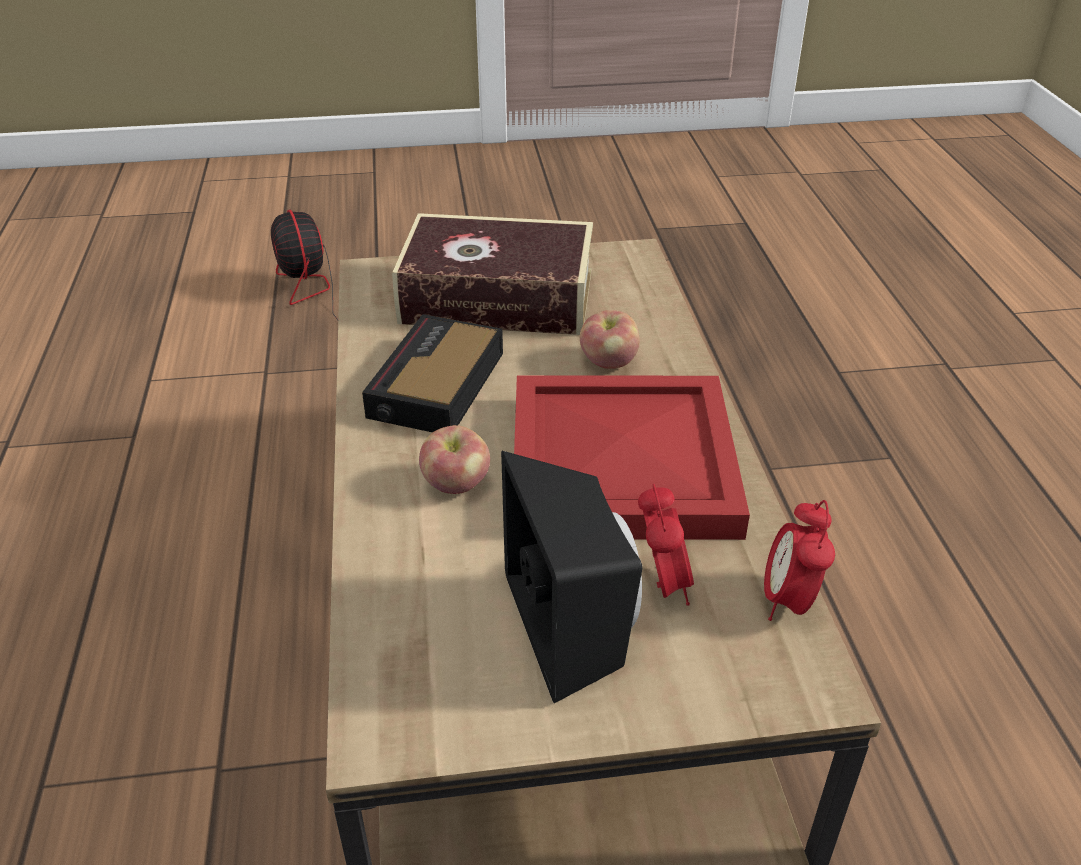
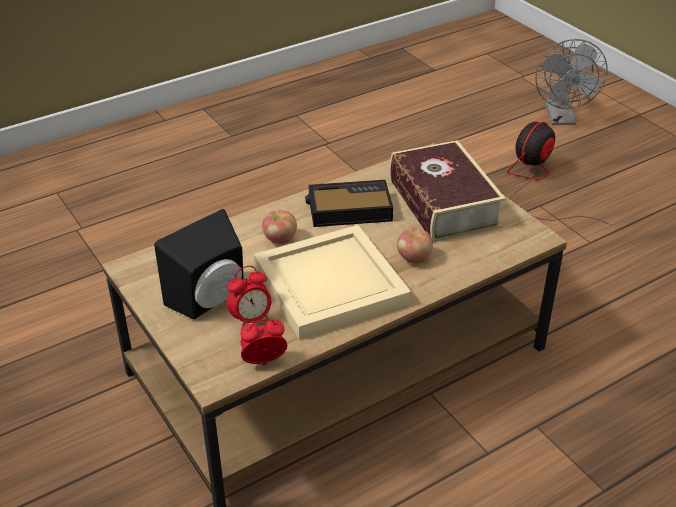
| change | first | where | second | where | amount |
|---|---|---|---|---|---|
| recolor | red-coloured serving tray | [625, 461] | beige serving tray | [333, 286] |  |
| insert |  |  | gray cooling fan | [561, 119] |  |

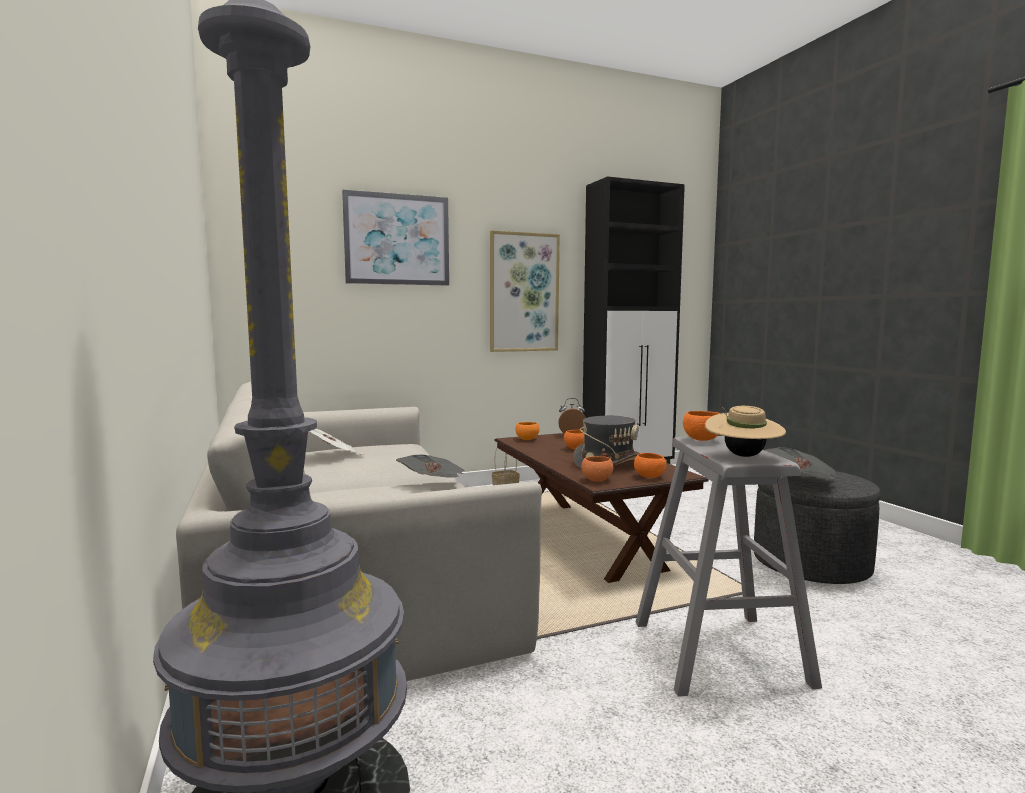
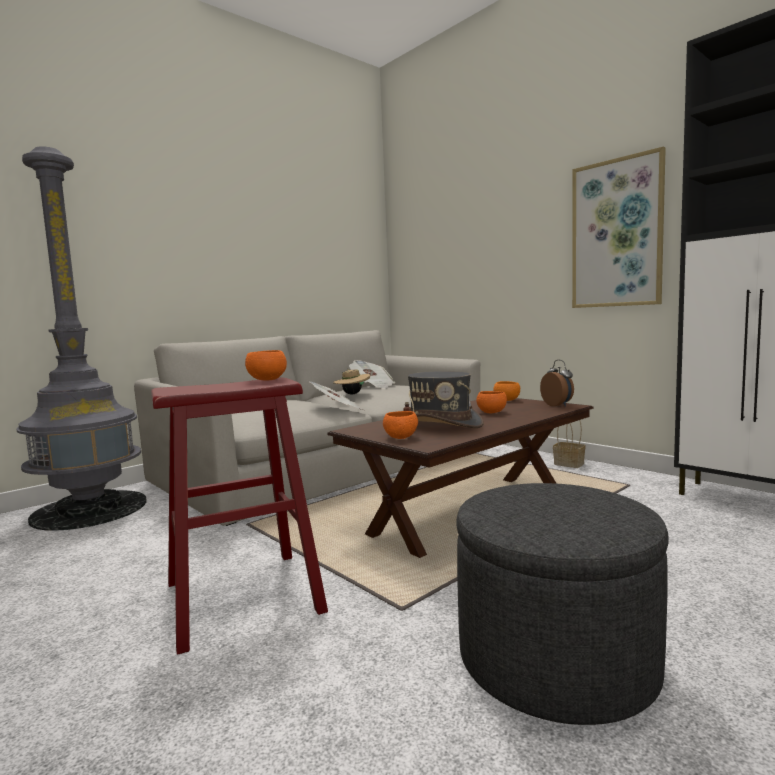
| change | first | where | second | where | amount |
|---|---|---|---|---|---|
| delete | wall art | [397, 239] |  |  |  |
| delete | orange-coloured serving bowl | [597, 480] |  |  |  |
| recolor | gray sitting stool | [719, 652] | red-coloured sitting stool | [242, 596] |  |
| move | beige clothing hat | [742, 456] |  | [352, 394] |  |
| delete | newspaper | [802, 482] |  |  |  |

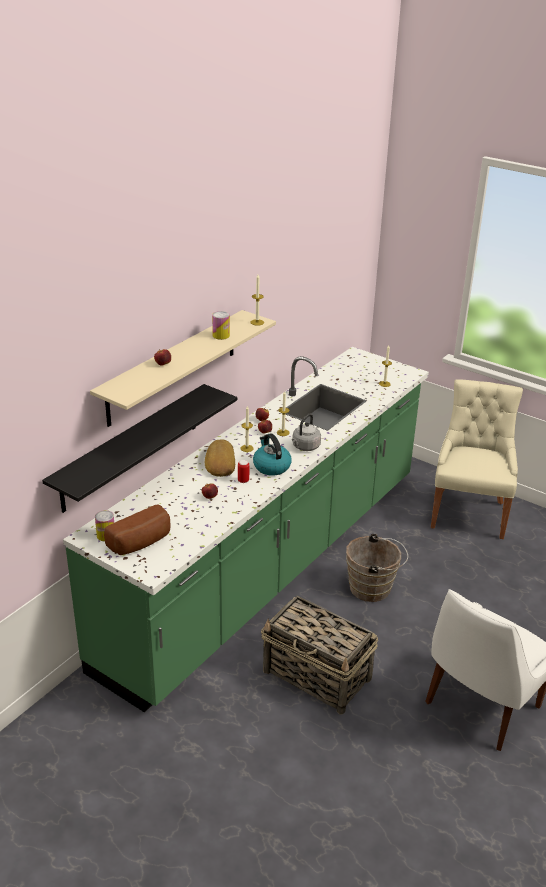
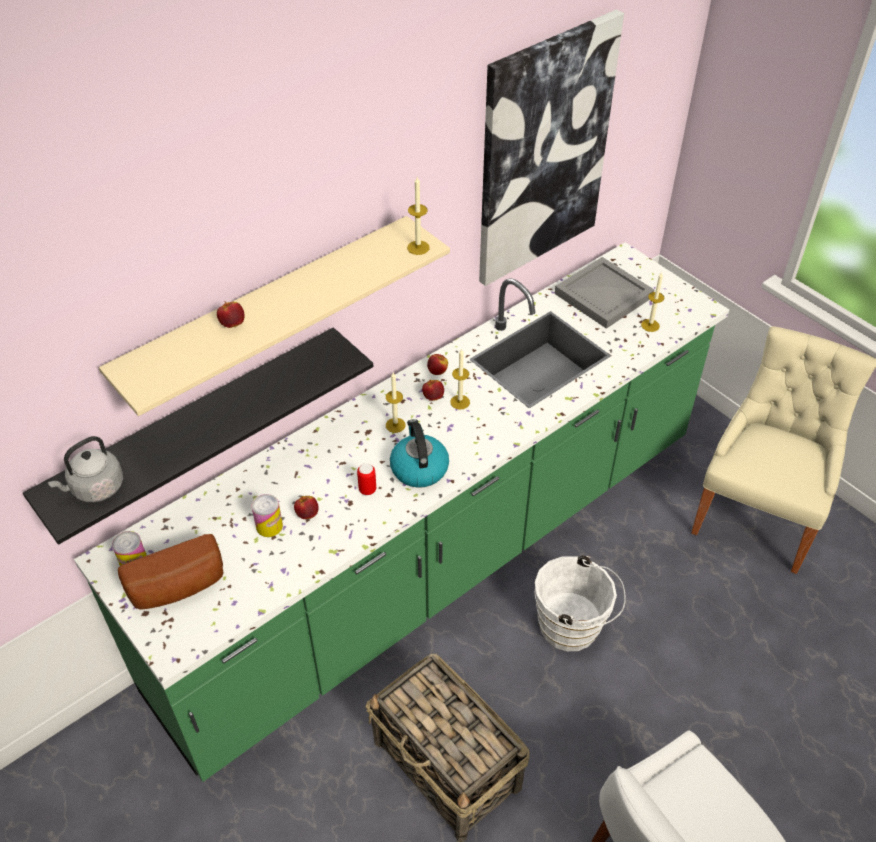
| change | first | where | second | where | amount |
|---|---|---|---|---|---|
| delete | bread | [219, 462] |  |  |  |
| move | can | [221, 335] |  | [269, 526] |  |
| move | gray tea kettle | [305, 447] |  | [95, 488] |  |
| recolor | brownish pail | [373, 588] | white pail | [573, 627] |  |
| insert |  |  | wall art | [543, 152] |  |
| insert |  |  | gray serving tray | [603, 296] |  |

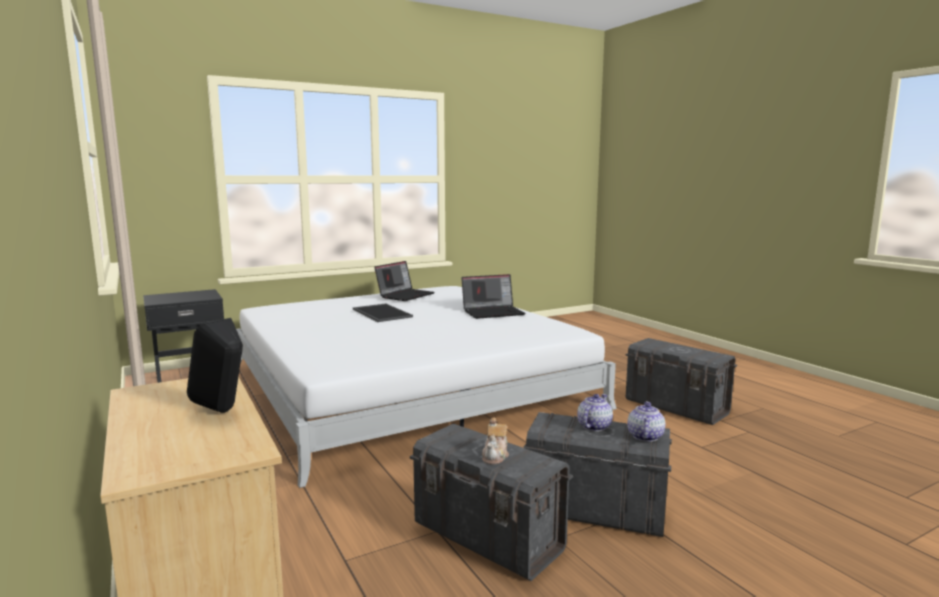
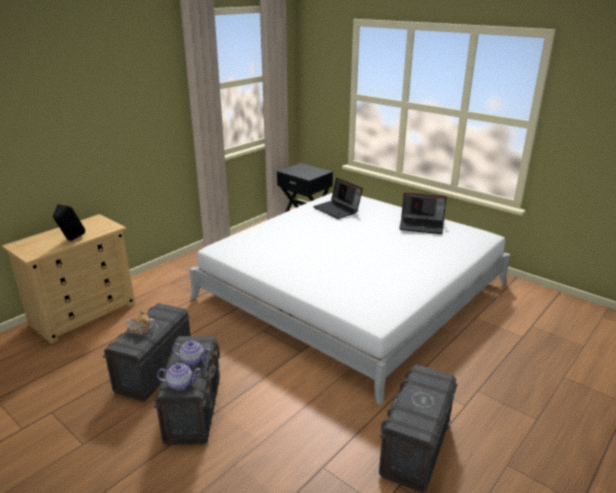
| change | first | where | second | where | amount |
|---|---|---|---|---|---|
| delete | serving tray | [380, 313] |  |  |  |
| move | laptop | [493, 312] |  | [337, 209] |  |

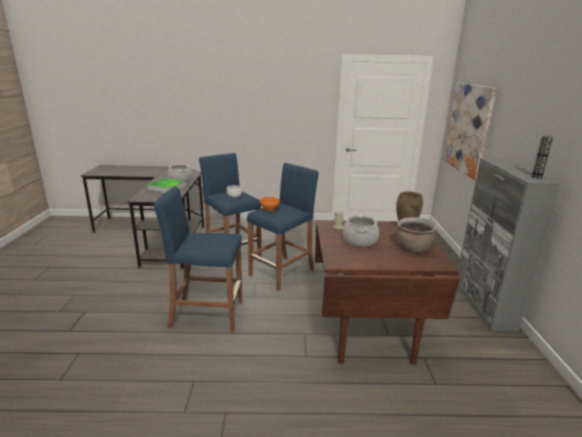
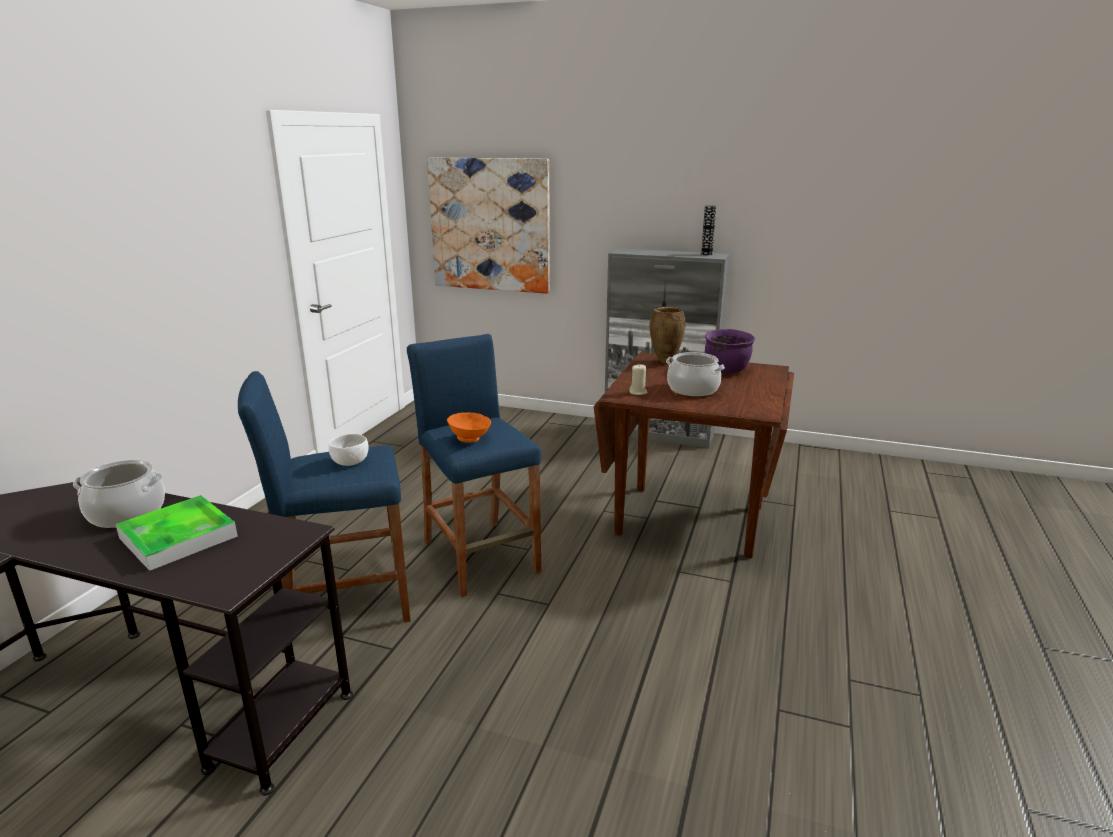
| change | first | where | second | where | amount |
|---|---|---|---|---|---|
| delete | bluish sitting stool | [207, 314] |  |  |  |
| recolor | brownish stockpot | [413, 248] | purplish stockpot | [727, 370] |  |

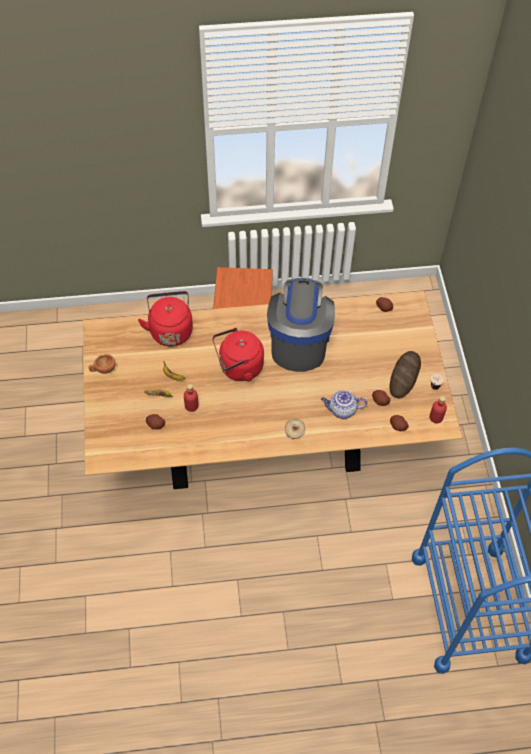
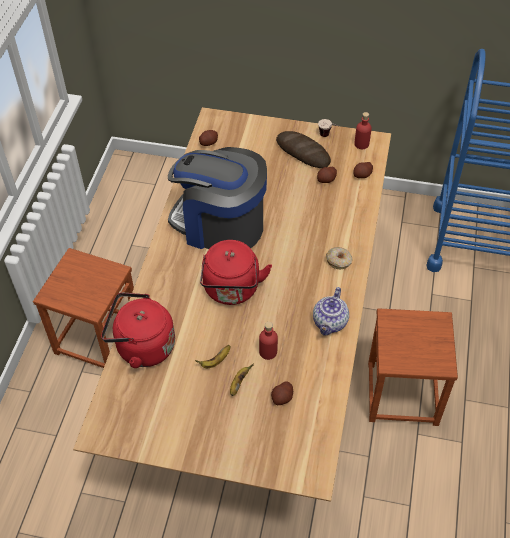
| change | first | where | second | where | amount |
|---|---|---|---|---|---|
| delete | brownish cup | [103, 370] |  |  |  |
| move | tea pot | [342, 410] |  | [330, 323] |  |
| insert |  |  | brownish sitting stool | [403, 393] |  |

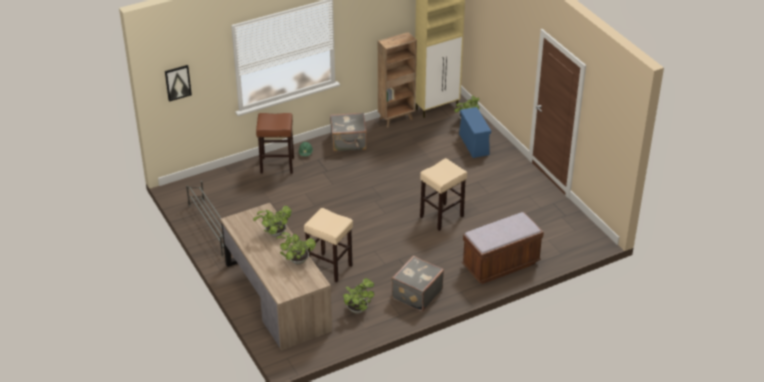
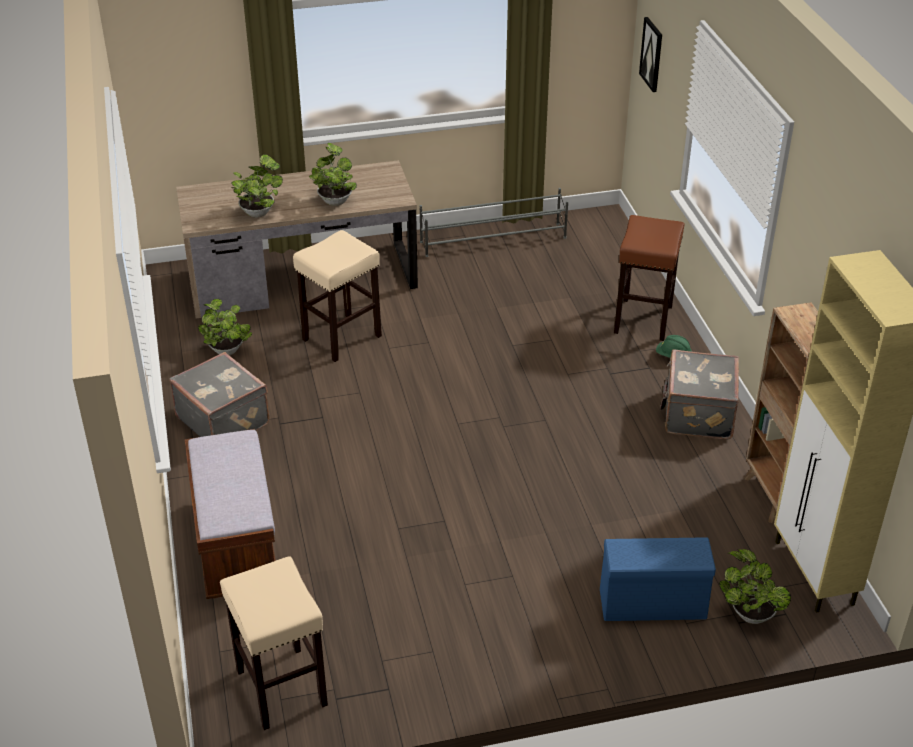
| change | first | where | second | where | amount |
|---|---|---|---|---|---|
| move | beige sitting stool | [442, 216] |  | [282, 688] |  |

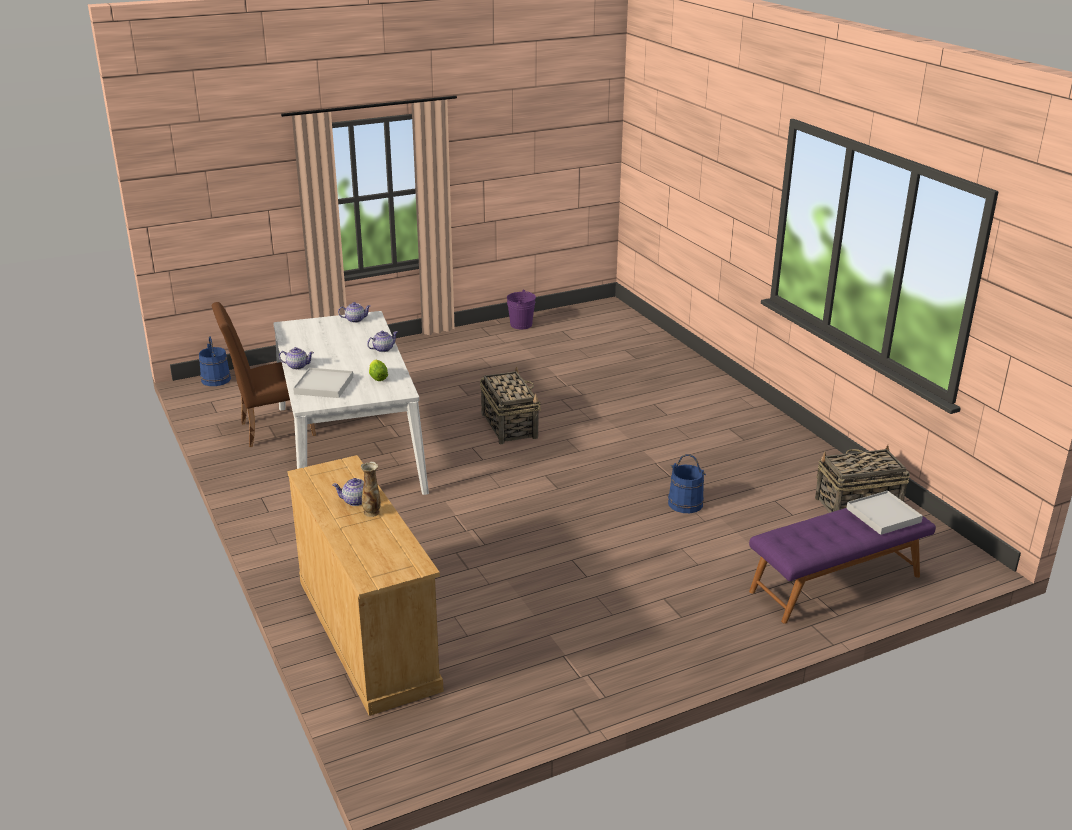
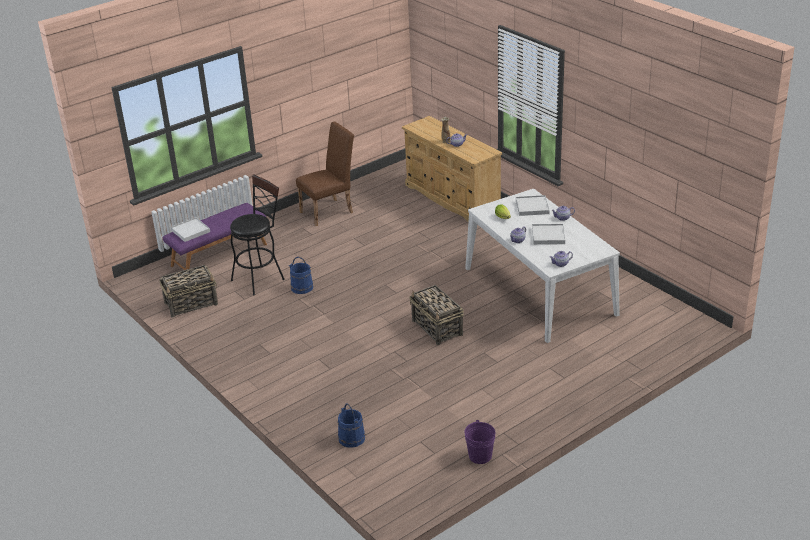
| change | first | where | second | where | amount |
|---|---|---|---|---|---|
| move | bluish pail | [216, 379] |  | [351, 438] |  |
| move | brownish plain chair | [271, 429] |  | [330, 211] |  |
| insert |  |  | black-coloured sitting stool | [261, 278] |  |
| insert |  |  | white serving tray | [548, 236] |  |

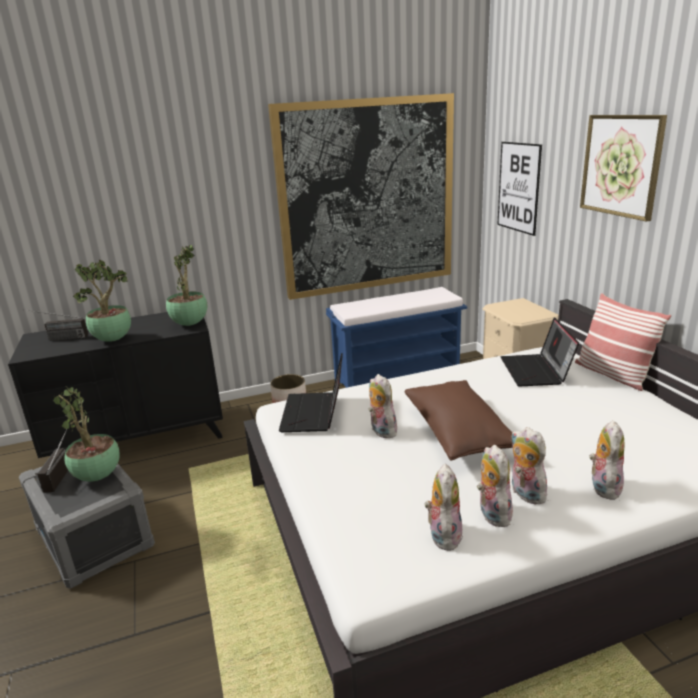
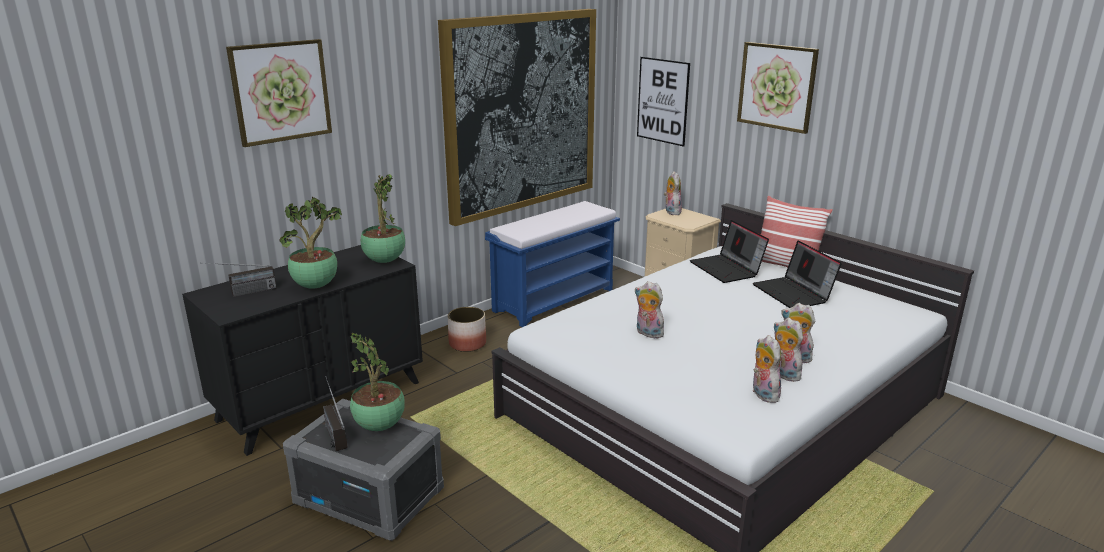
| change | first | where | second | where | amount |
|---|---|---|---|---|---|
| move | laptop | [314, 413] |  | [794, 293] |  |
| delete | brownish pillow | [458, 433] |  |  |  |
| move | plush toy | [603, 486] |  | [671, 212] |  |
| insert |  |  | wall art | [281, 91] |  |

